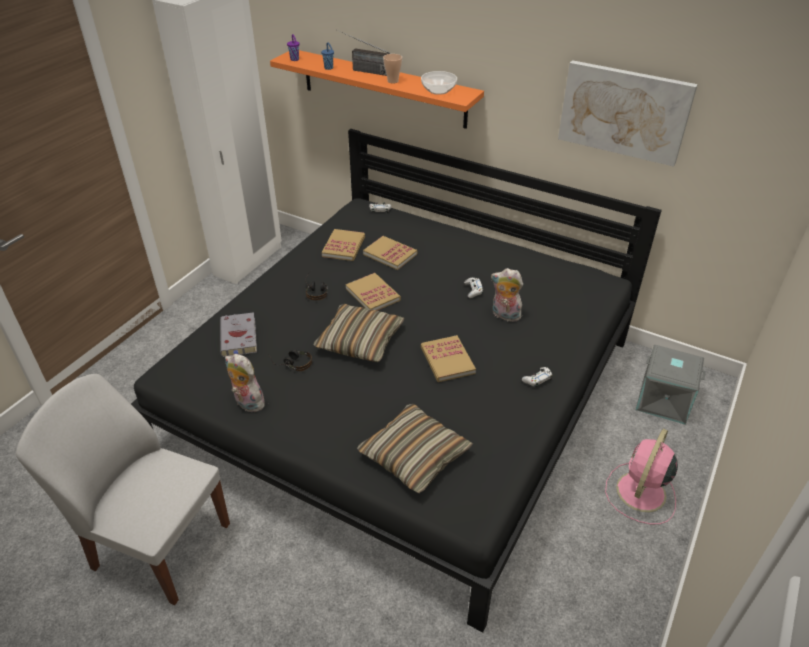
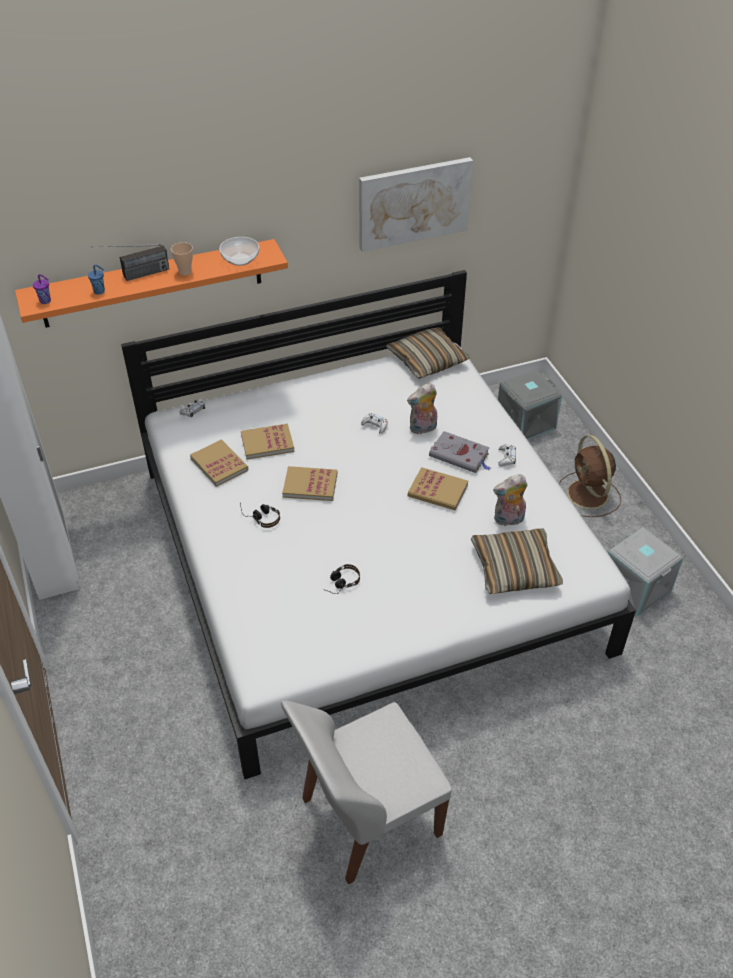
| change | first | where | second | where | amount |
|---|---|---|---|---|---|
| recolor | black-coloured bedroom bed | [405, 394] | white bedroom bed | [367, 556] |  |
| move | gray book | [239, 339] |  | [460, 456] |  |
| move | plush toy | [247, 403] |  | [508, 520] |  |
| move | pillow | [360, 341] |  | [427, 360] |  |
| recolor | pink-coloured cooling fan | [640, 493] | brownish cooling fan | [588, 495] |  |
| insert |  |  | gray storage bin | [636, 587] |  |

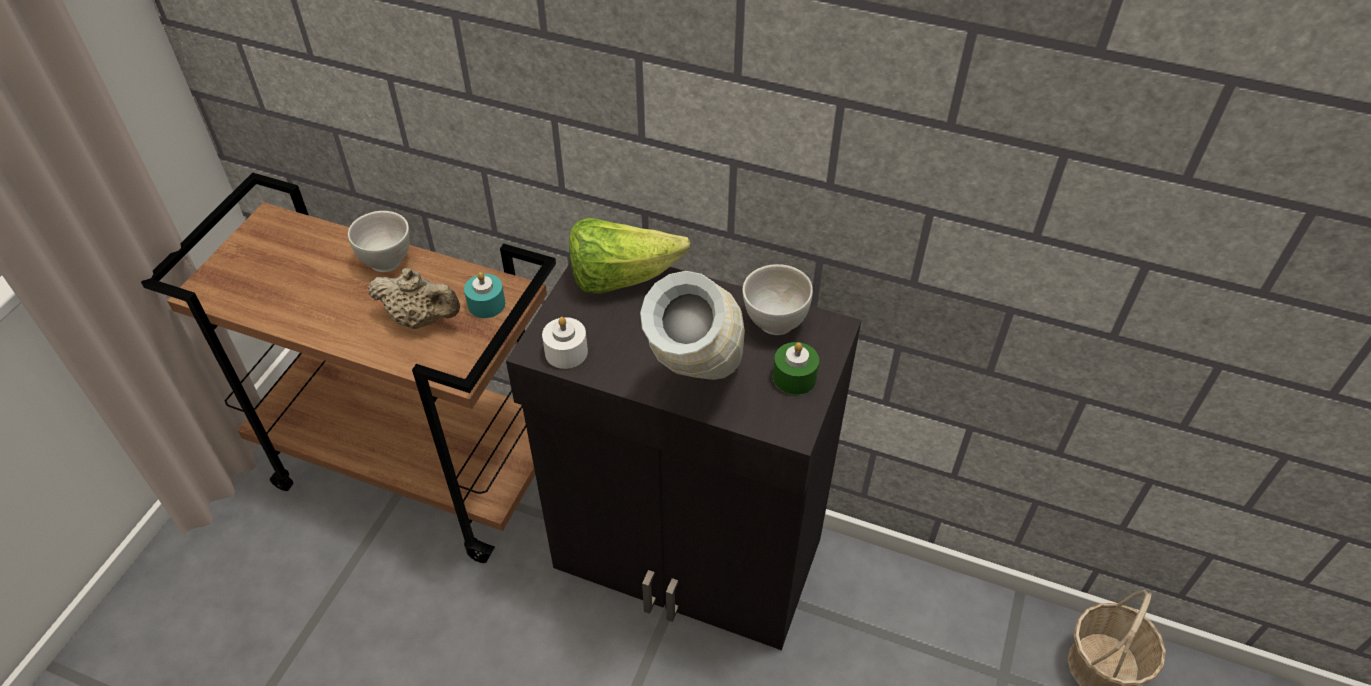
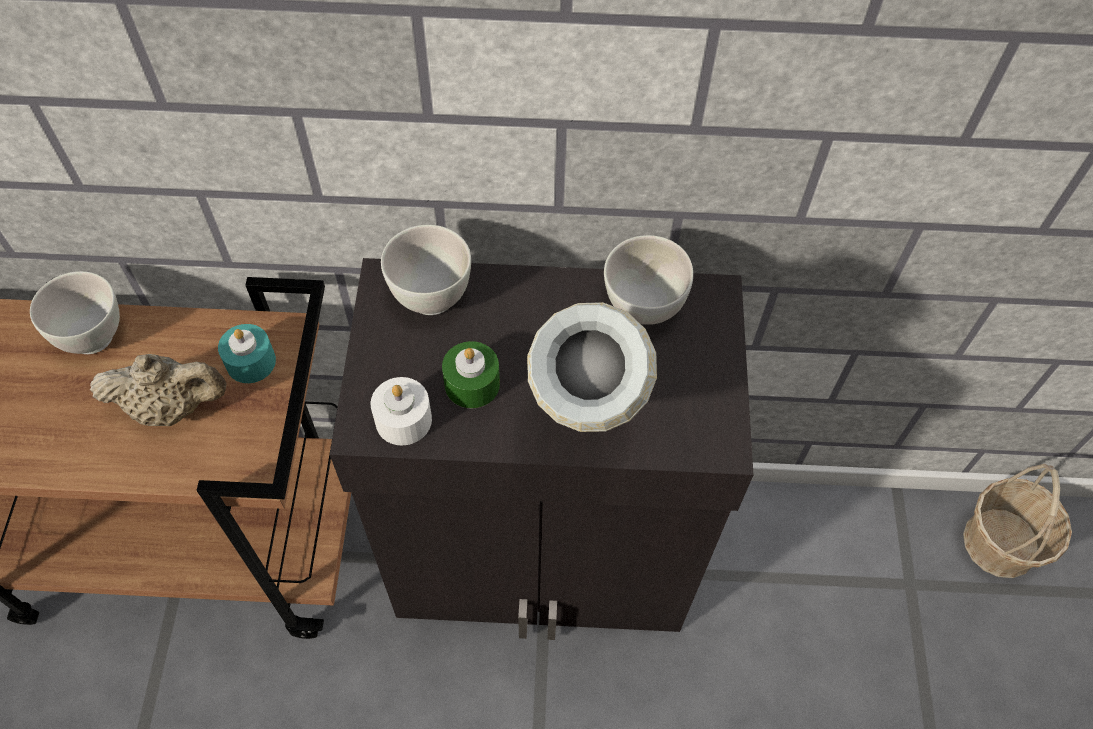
| change | first | where | second | where | amount |
|---|---|---|---|---|---|
| replace | lettuce | [620, 277] | white serving bowl | [431, 295] |  |
| move | greenish wax light | [794, 377] |  | [472, 384] |  |

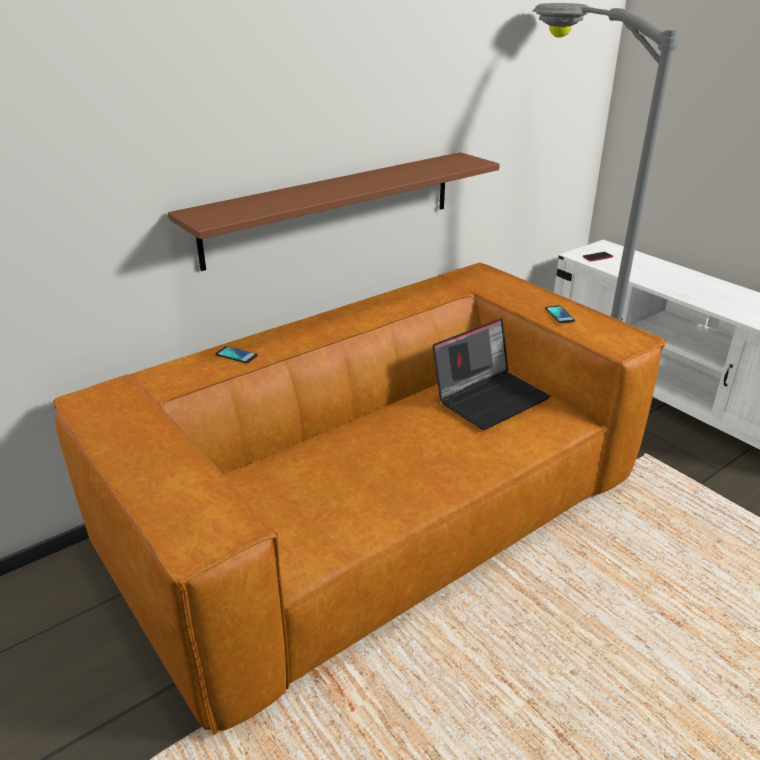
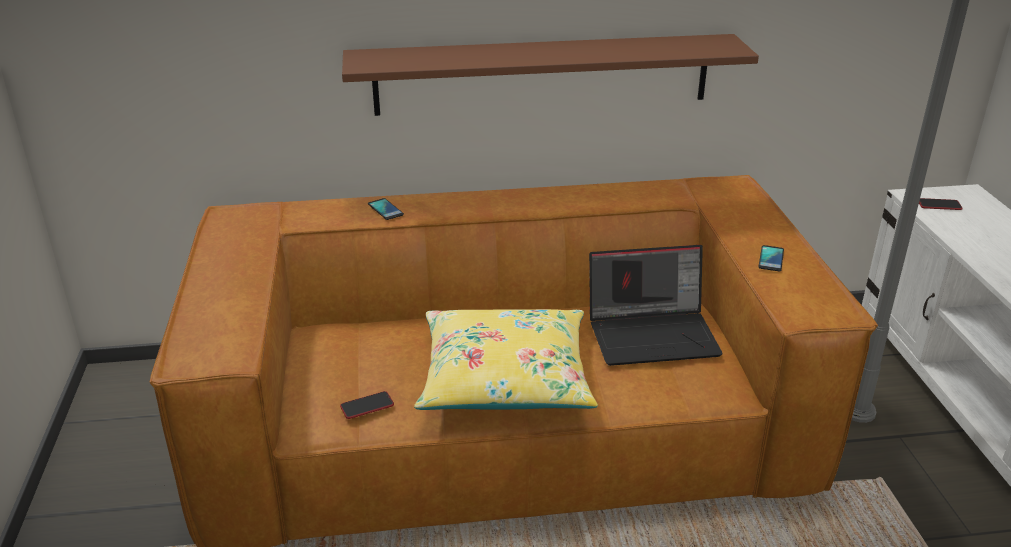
| change | first | where | second | where | amount |
|---|---|---|---|---|---|
| insert |  |  | telephone | [367, 406] |  |
| insert |  |  | yellow-coloured pillow | [505, 377] |  |

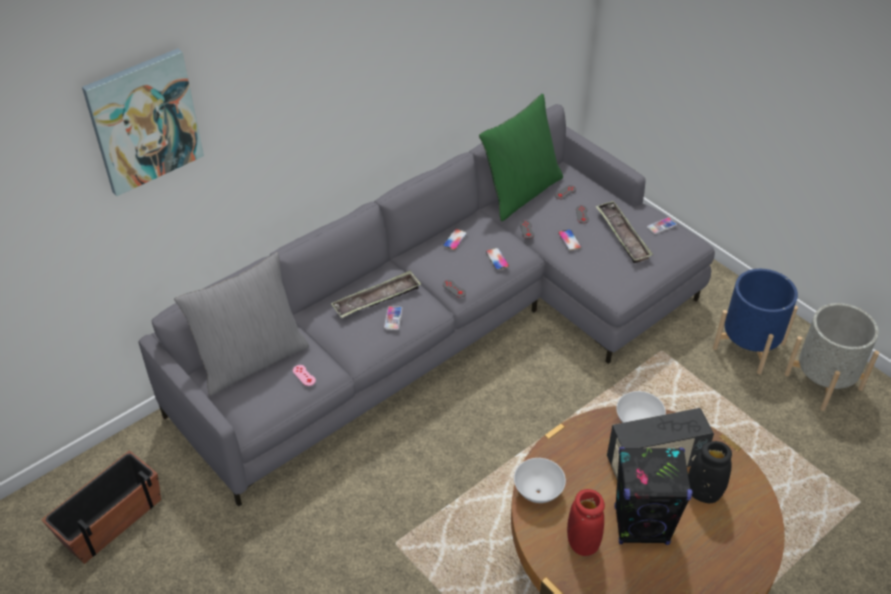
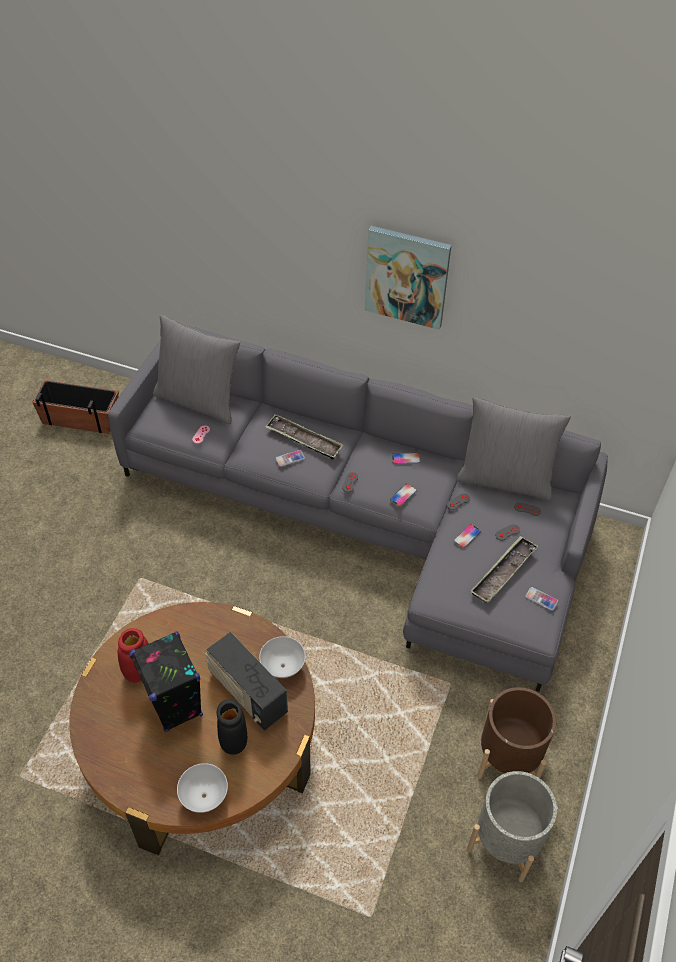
| change | first | where | second | where | amount |
|---|---|---|---|---|---|
| move | wall art | [144, 121] |  | [407, 277] |  |
| recolor | greenish pillow | [520, 192] | gray pillow | [505, 479] |  |
| move | white serving bowl | [538, 492] |  | [204, 796] |  |
| recolor | bluish plant pot | [749, 346] | brownish plant pot | [508, 756] |  |

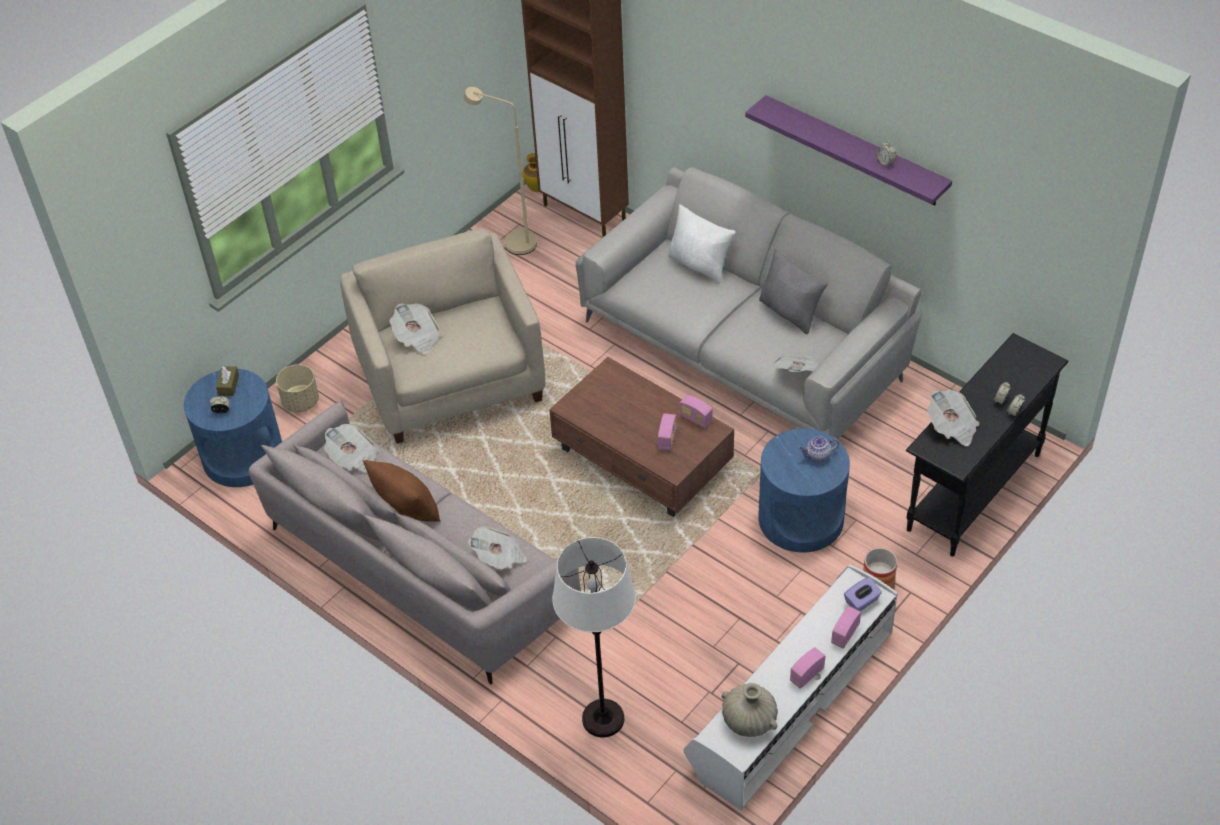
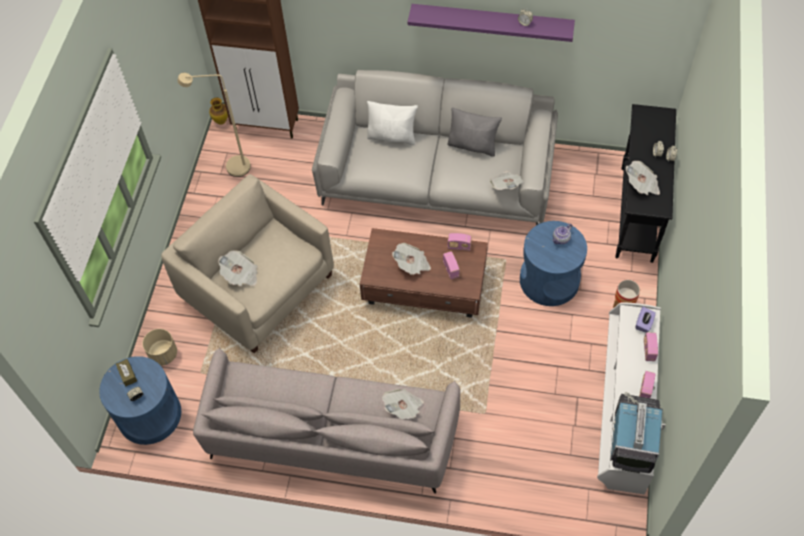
| change | first | where | second | where | amount |
|---|---|---|---|---|---|
| move | newspaper | [353, 458] |  | [412, 265] |  |
| delete | brownish pillow | [407, 509] |  |  |  |
| delete | white standing lamp | [602, 719] |  |  |  |
| replace | beige vase | [749, 720] | TV | [633, 438] |  |

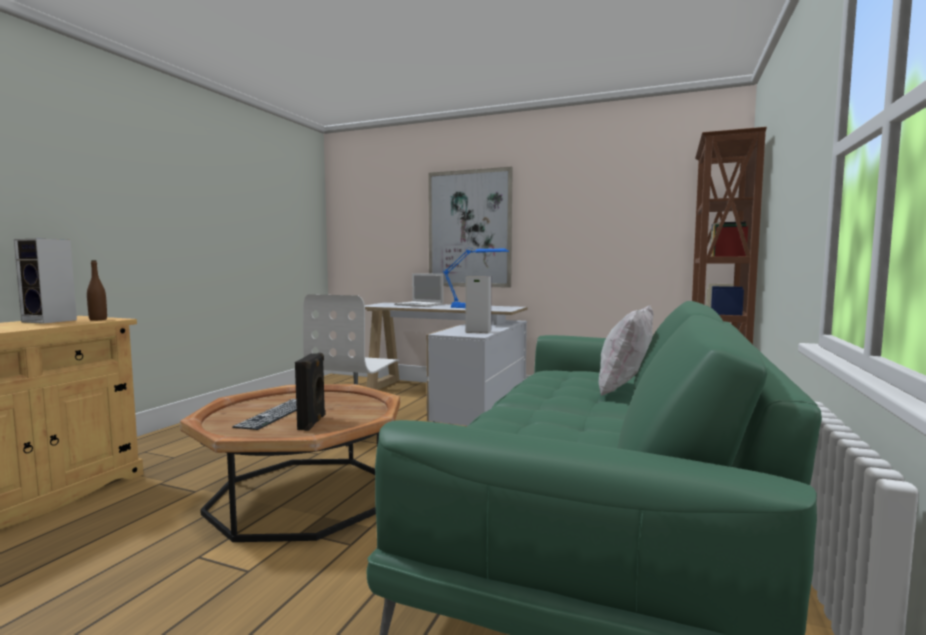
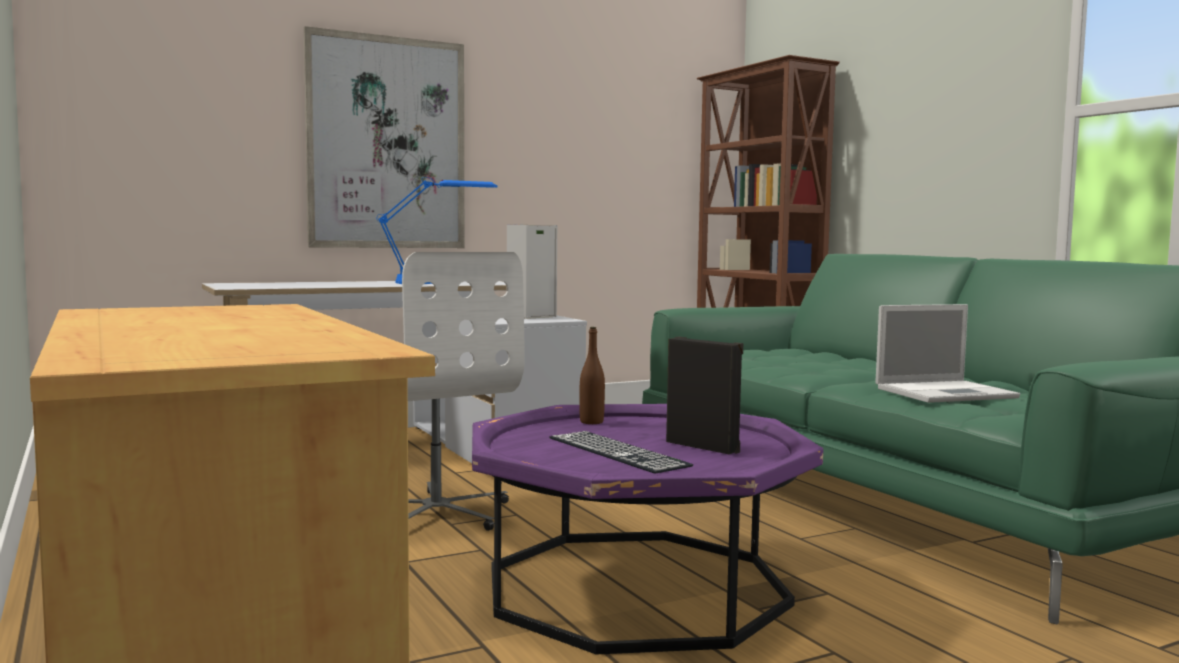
| change | first | where | second | where | amount |
|---|---|---|---|---|---|
| delete | audio speaker | [51, 321] |  |  |  |
| move | brownish bottle | [98, 319] |  | [591, 422] |  |
| recolor | brownish coffee table | [302, 496] | purplish coffee table | [636, 587] |  |
| move | laptop | [419, 305] |  | [947, 393] |  |
| delete | white pillow | [625, 390] |  |  |  |

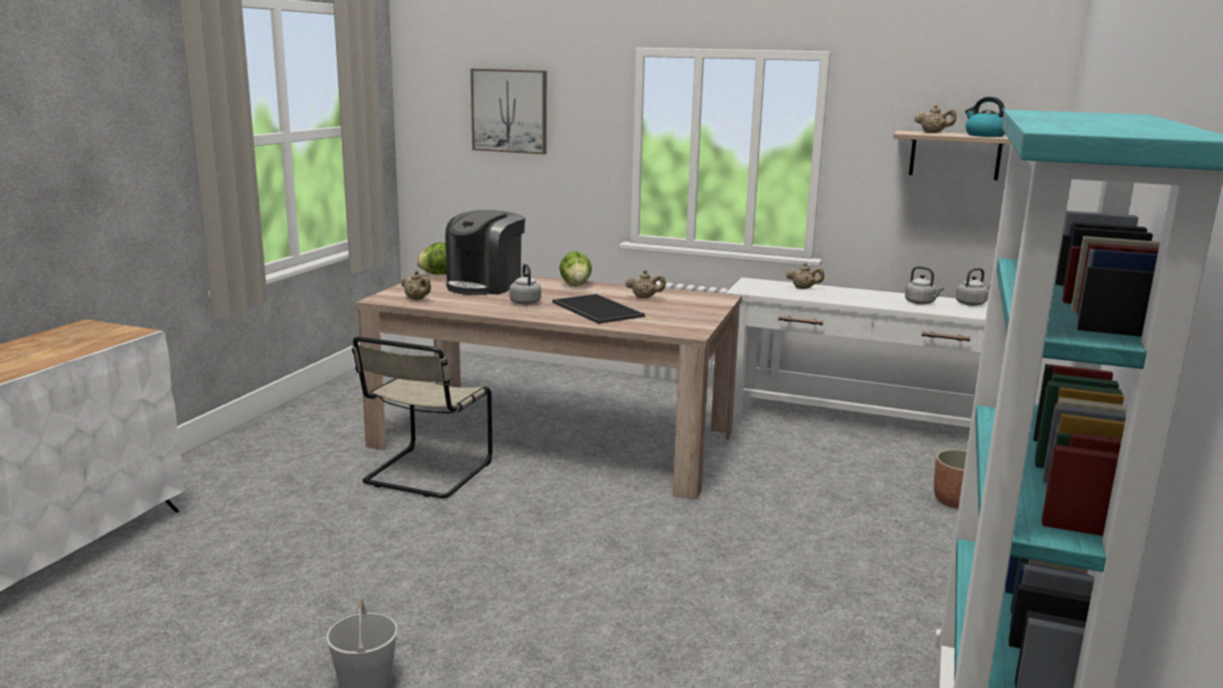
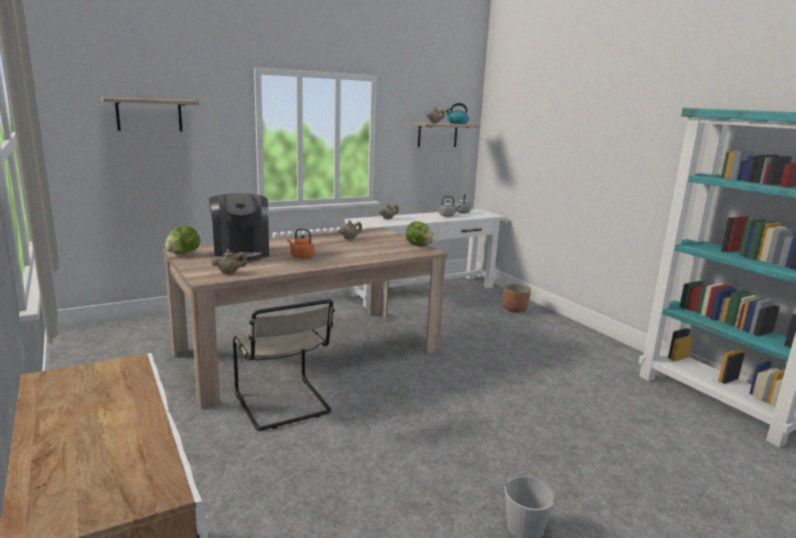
| change | first | where | second | where | amount |
|---|---|---|---|---|---|
| replace | wall art | [509, 111] | bracket shelf | [149, 115] |  |
| recolor | gray tea kettle | [524, 302] | orange-coloured tea kettle | [301, 257] |  |
| delete | serving tray | [595, 309] |  |  |  |
| move | lettuce | [575, 285] |  | [419, 245] |  |

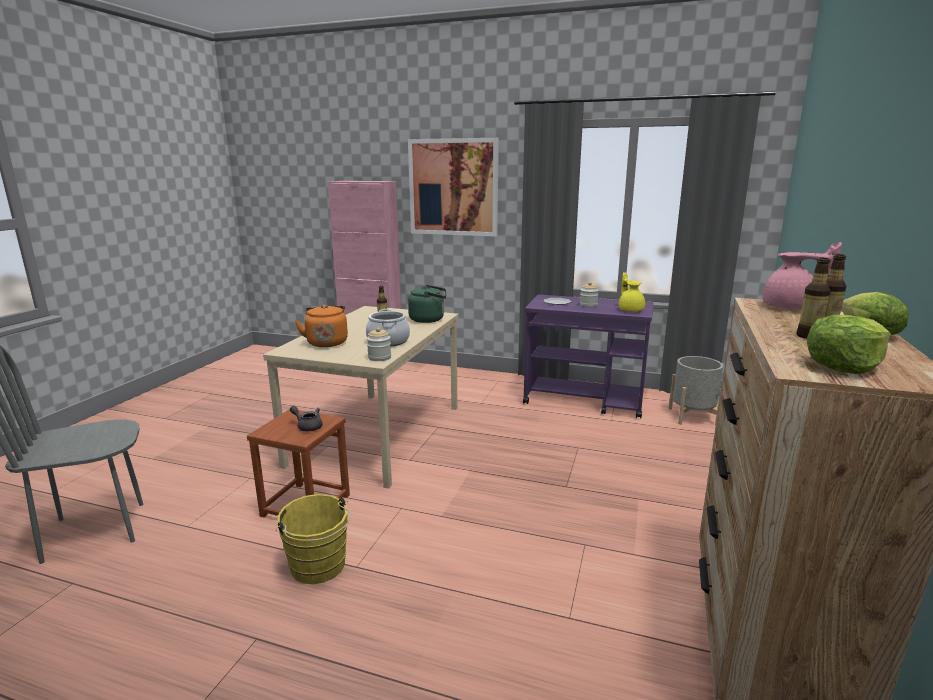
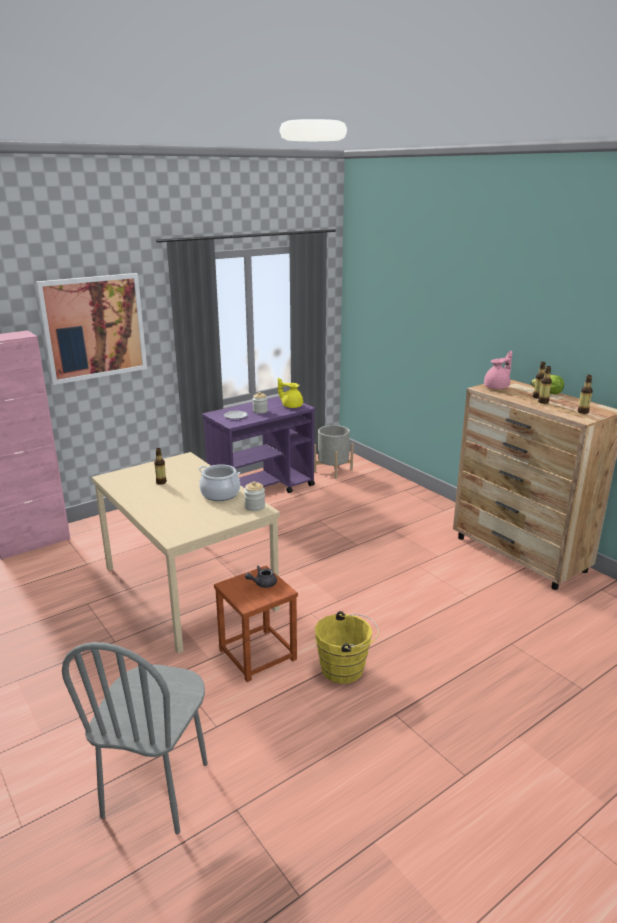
| change | first | where | second | where | amount |
|---|---|---|---|---|---|
| delete | orange-coloured tea kettle | [327, 342] |  |  |  |
| delete | greenish tea kettle | [429, 319] |  |  |  |
| replace | lettuce | [844, 366] | bottle | [582, 412] |  |

